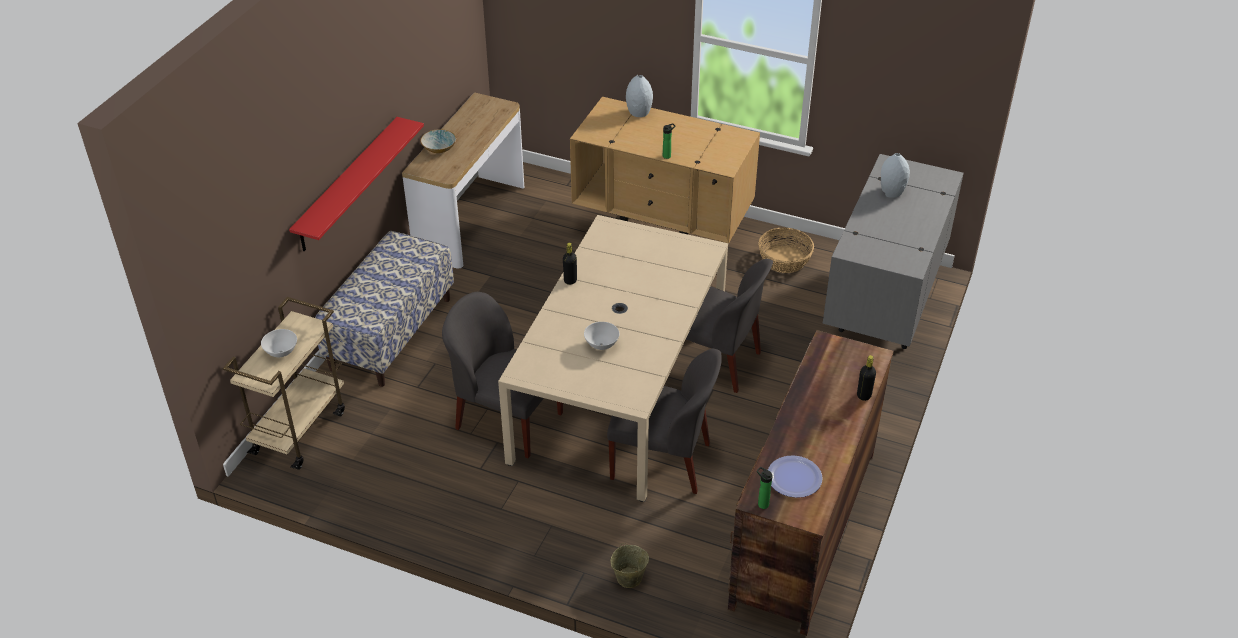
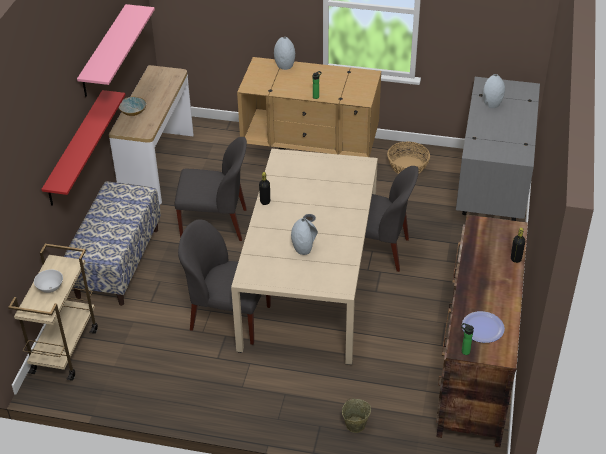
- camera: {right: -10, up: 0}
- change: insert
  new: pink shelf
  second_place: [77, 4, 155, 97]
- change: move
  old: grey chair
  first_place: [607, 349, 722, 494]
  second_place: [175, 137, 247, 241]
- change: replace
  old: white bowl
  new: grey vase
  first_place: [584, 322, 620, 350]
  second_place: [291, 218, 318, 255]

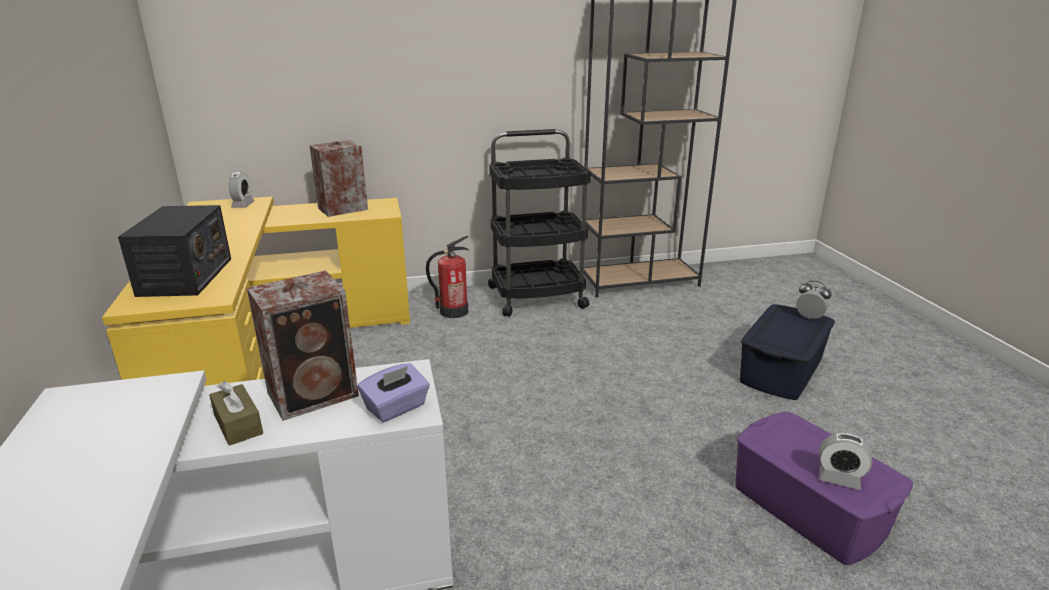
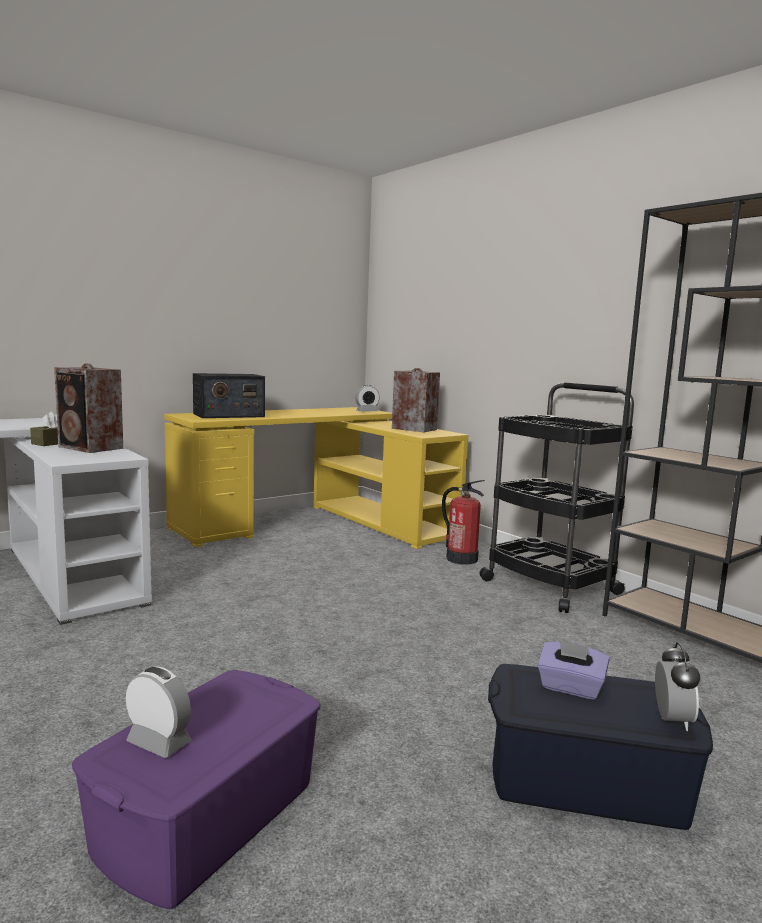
- camera: {right: 65, up: -15}
- change: rotate
  old: alarm clock
  first_place: [819, 433, 872, 490]
  second_place: [126, 666, 191, 758]
  degrees: 120
- change: move
  old: purple tissue box
  first_place: [358, 363, 430, 422]
  second_place: [538, 640, 609, 700]

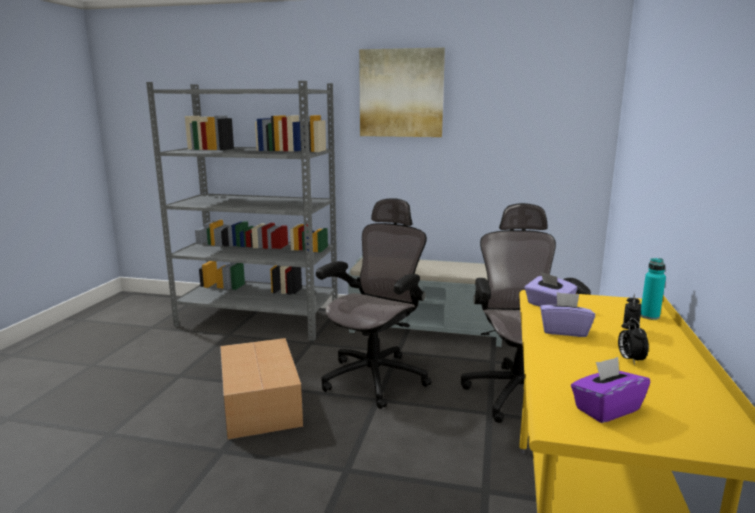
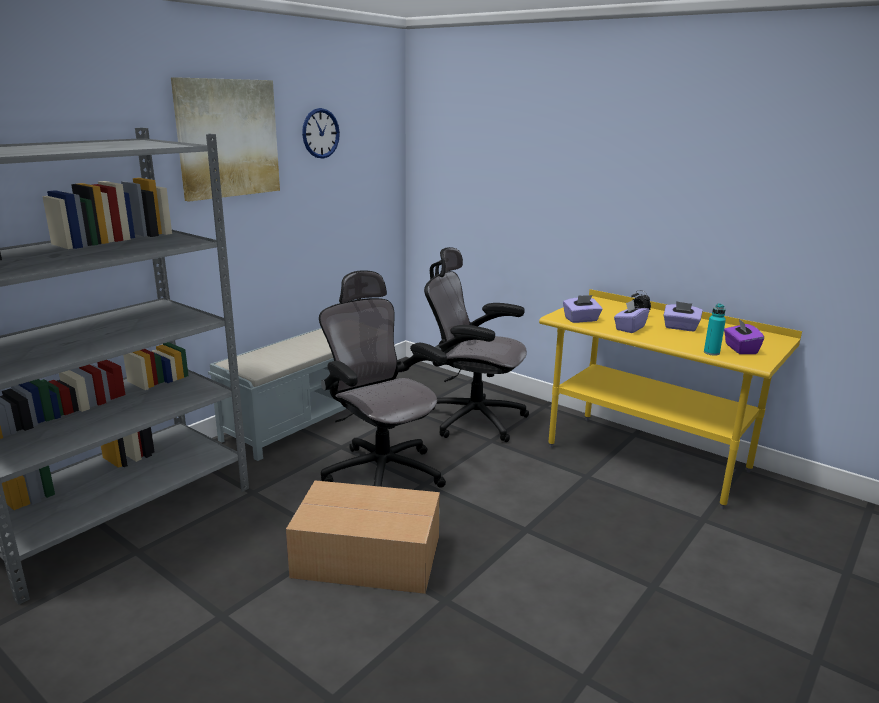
- camera: {right: -65, up: 5}
- change: insert
  new: wall clock
  second_place: [302, 108, 340, 159]
- change: replace
  old: alarm clock
  new: purple tissue box
  first_place: [618, 318, 649, 365]
  second_place: [663, 301, 703, 331]
- change: move
  old: turquoise bottle
  first_place: [641, 258, 666, 320]
  second_place: [704, 303, 726, 356]

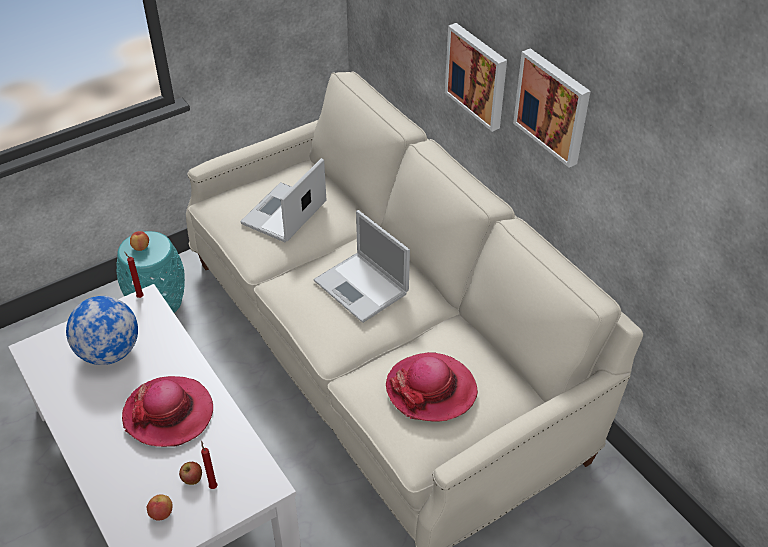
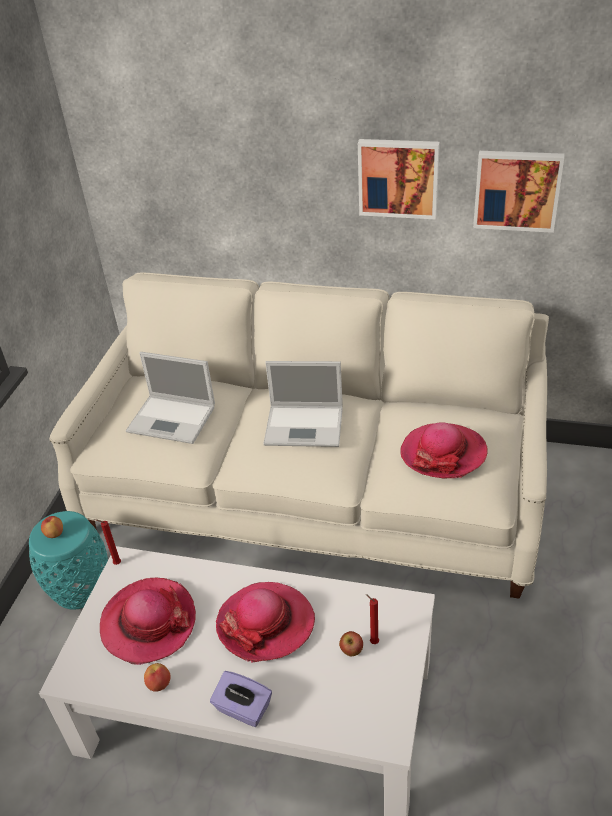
- camera: {right: -40, up: -5}
- change: replace
  old: globe
  new: hat
  first_place: [66, 296, 138, 365]
  second_place: [100, 578, 196, 665]
- change: rotate
  old: laptop
  first_place: [240, 158, 326, 242]
  second_place: [126, 352, 215, 444]
  degrees: -60
- change: move
  old: apple
  first_place: [147, 494, 173, 521]
  second_place: [144, 663, 171, 692]
- change: insert
  new: purple tissue box
  second_place: [210, 671, 272, 727]
- change: move
  old: picture
  first_place: [445, 23, 507, 132]
  second_place: [473, 151, 564, 233]

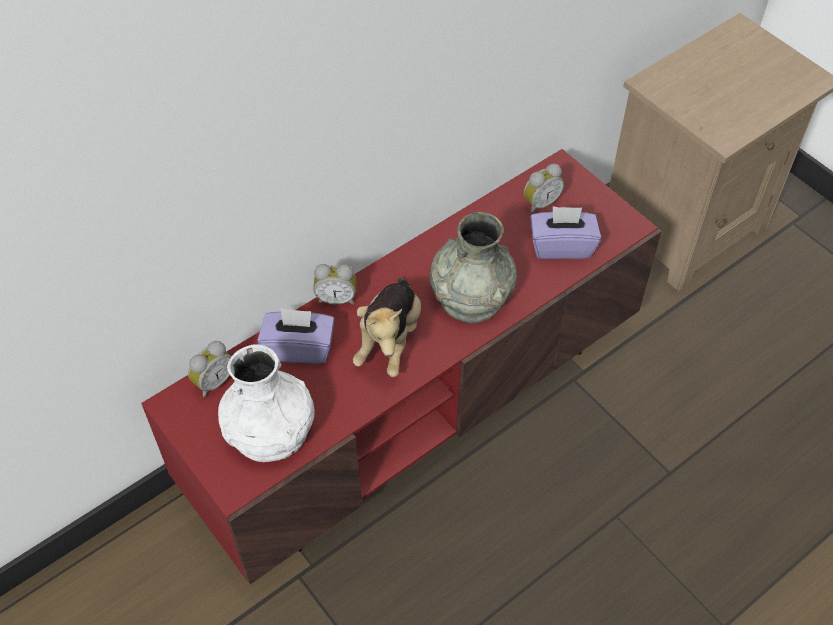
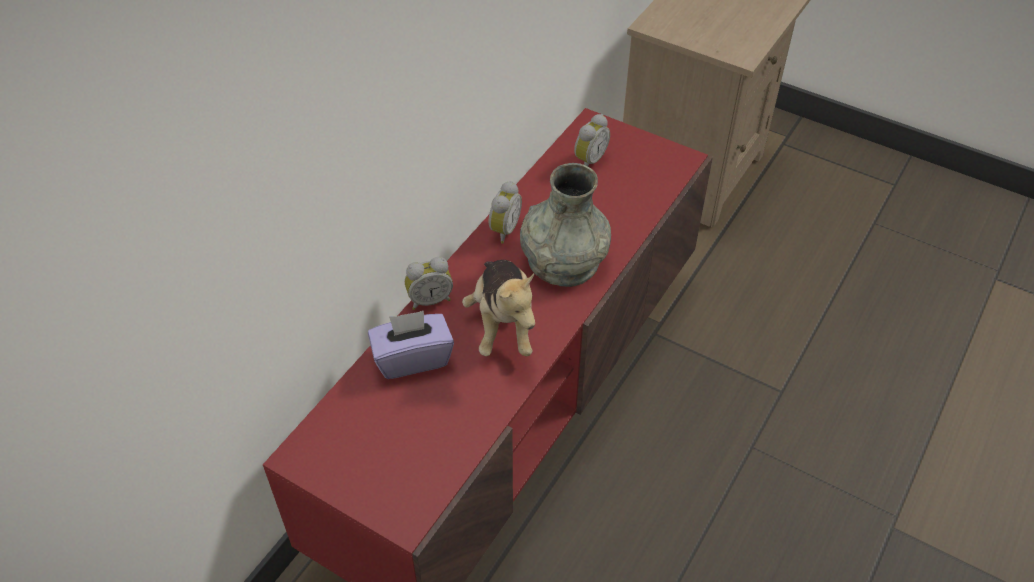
- camera: {right: -20, up: -5}
- change: move
  old: alarm clock
  first_place: [188, 341, 231, 398]
  second_place: [489, 181, 522, 244]
- change: delete
  old: white vase
  first_place: [218, 344, 315, 462]
- change: delete
  old: purple tissue box
  first_place: [530, 206, 601, 259]

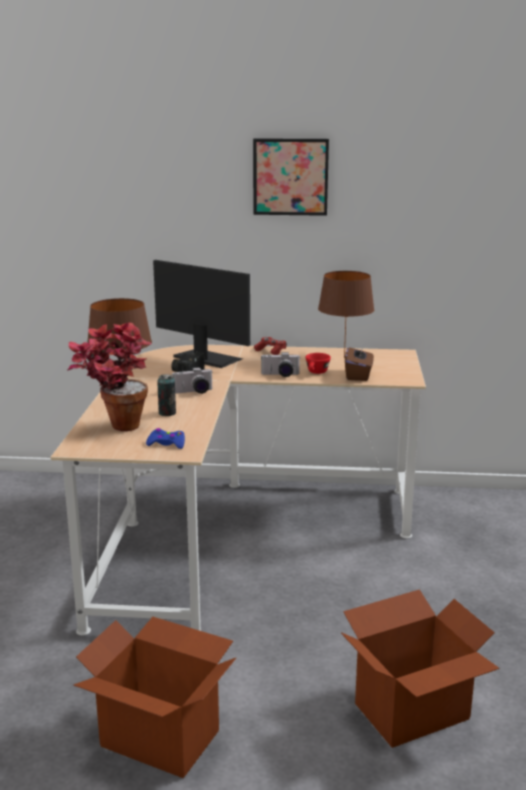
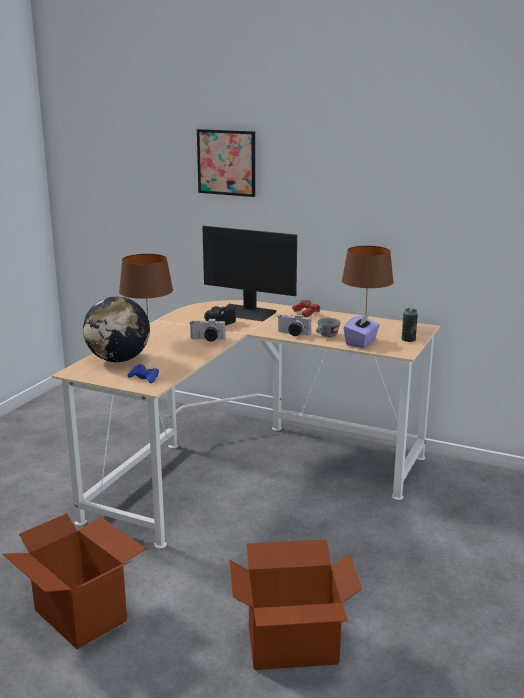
- camera: {right: 20, up: 0}
- change: replace
  old: potted plant
  new: globe
  first_place: [67, 323, 151, 431]
  second_place: [83, 296, 150, 362]
- change: move
  old: picture
  first_place: [253, 138, 329, 216]
  second_place: [197, 129, 255, 197]
- change: rotate
  old: monitor
  first_place: [153, 260, 250, 368]
  second_place: [202, 226, 297, 322]
  degrees: 150
- change: recolor
  old: red cup
  new: grey cup
  first_place: [305, 353, 331, 374]
  second_place: [316, 318, 340, 337]
- change: recolor
  old: brown tissue box
  new: purple tissue box
  first_place: [345, 343, 374, 381]
  second_place: [344, 313, 380, 348]
- change: move
  old: can
  first_place: [157, 374, 176, 416]
  second_place: [402, 308, 418, 342]

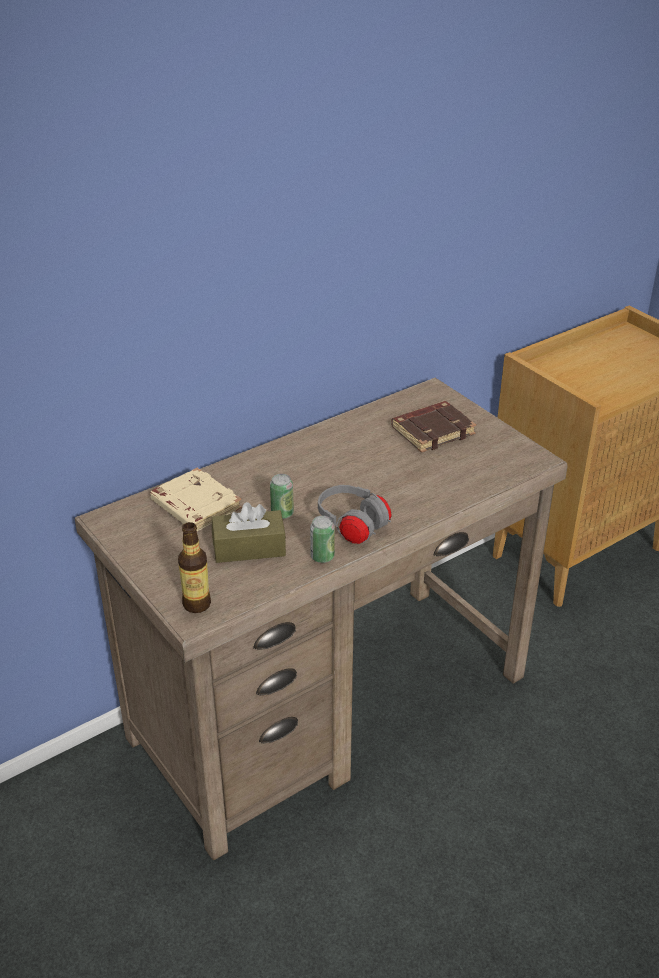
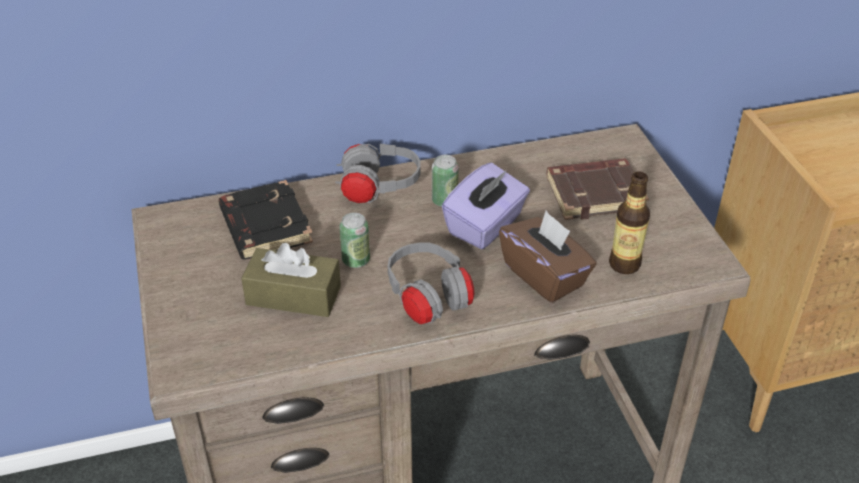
- camera: {right: 20, up: 5}
- change: recolor
  old: beige book
  new: black book
  first_place: [150, 468, 242, 531]
  second_place: [219, 180, 313, 260]
- change: insert
  new: grey headphones
  second_place: [335, 144, 421, 203]
- change: move
  old: can
  first_place: [310, 516, 335, 563]
  second_place: [432, 155, 459, 207]
- change: insert
  new: purple tissue box
  second_place: [442, 163, 530, 249]
- change: insert
  new: brown tissue box
  second_place: [499, 210, 597, 303]
- change: move
  old: bottle
  first_place: [178, 522, 211, 613]
  second_place: [609, 171, 650, 274]

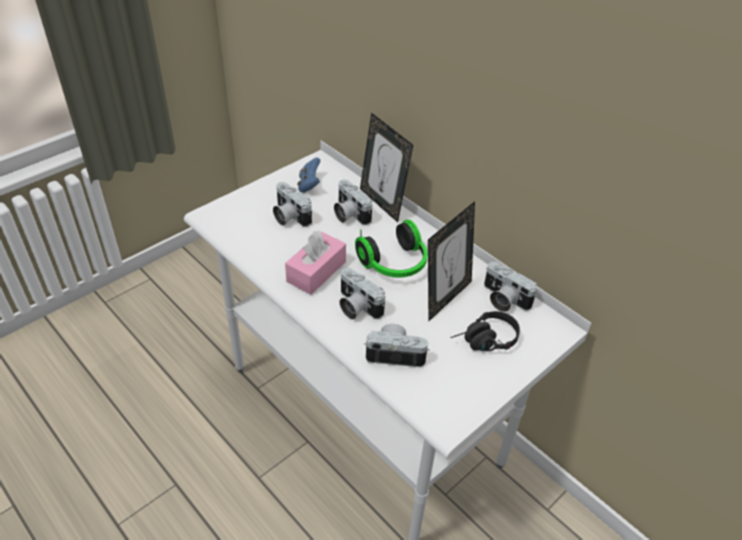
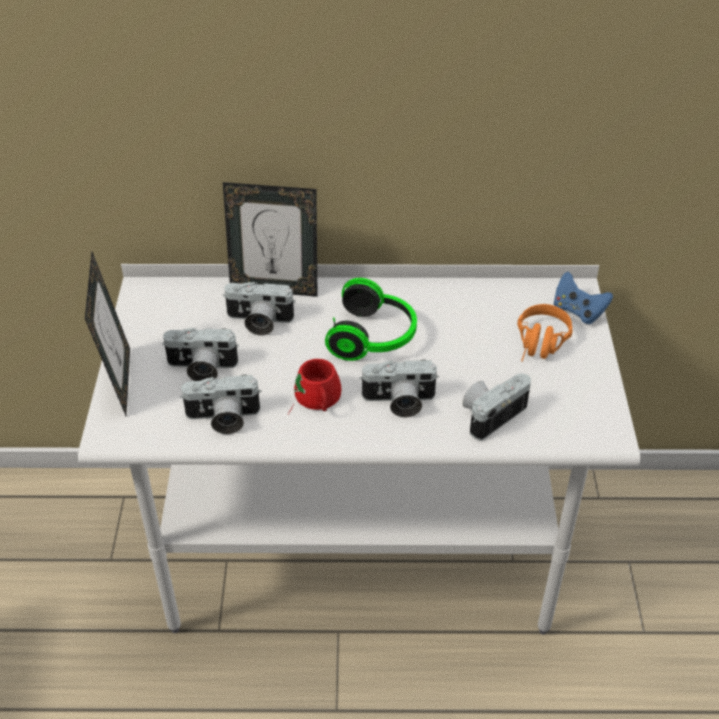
- camera: {right: -45, up: 0}
- change: move
  old: picture frame
  first_place: [428, 201, 475, 322]
  second_place: [85, 252, 130, 416]
- change: move
  old: photo camera
  first_place: [484, 262, 538, 312]
  second_place: [180, 375, 261, 434]
- change: replace
  old: pink tissue box
  new: red mug
  first_place: [285, 231, 346, 295]
  second_place: [288, 359, 341, 415]
- change: recolor
  old: black headphones
  new: orange headphones
  first_place: [450, 311, 520, 351]
  second_place: [517, 304, 573, 362]
- change: move
  old: blue game controller
  first_place: [297, 157, 320, 193]
  second_place: [553, 272, 613, 324]

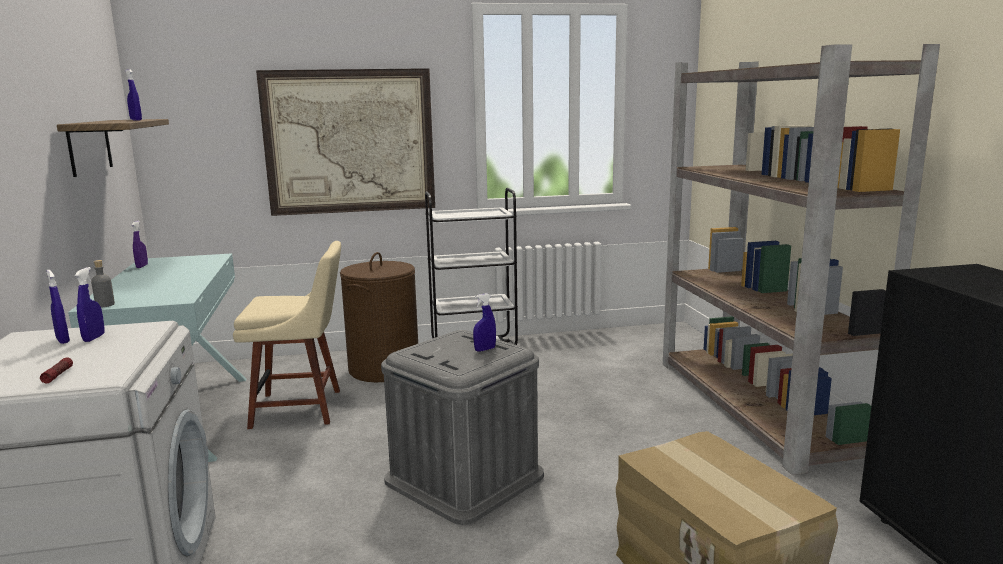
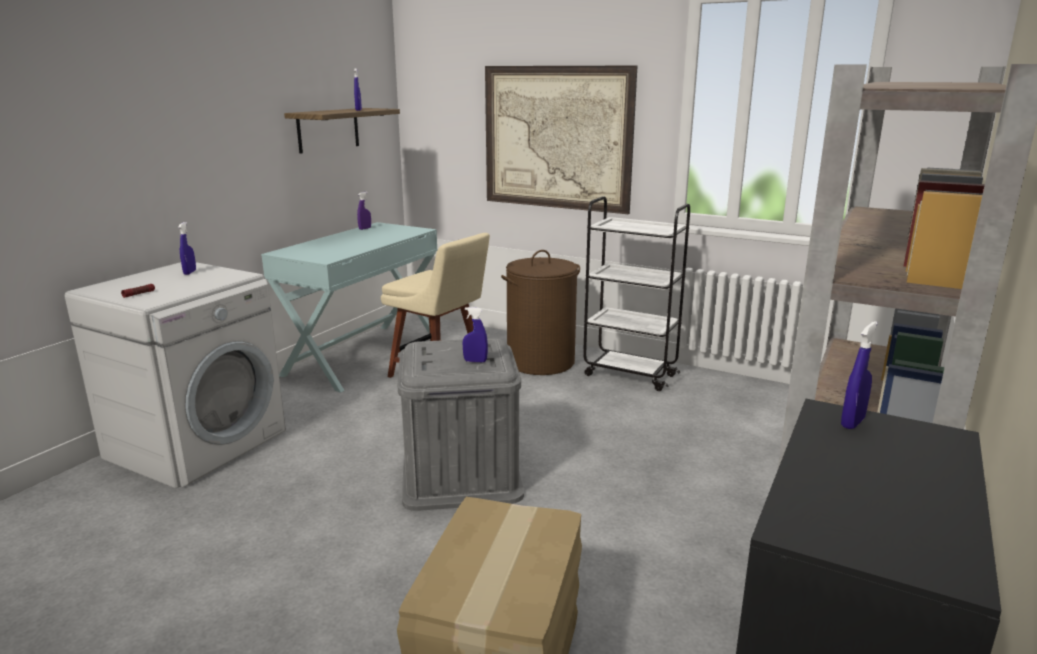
- camera: {right: 40, up: 5}
- change: move
  old: blue spray bottle
  first_place: [75, 267, 104, 342]
  second_place: [841, 321, 878, 429]
- change: delete
  old: grey bottle
  first_place: [91, 260, 115, 308]

